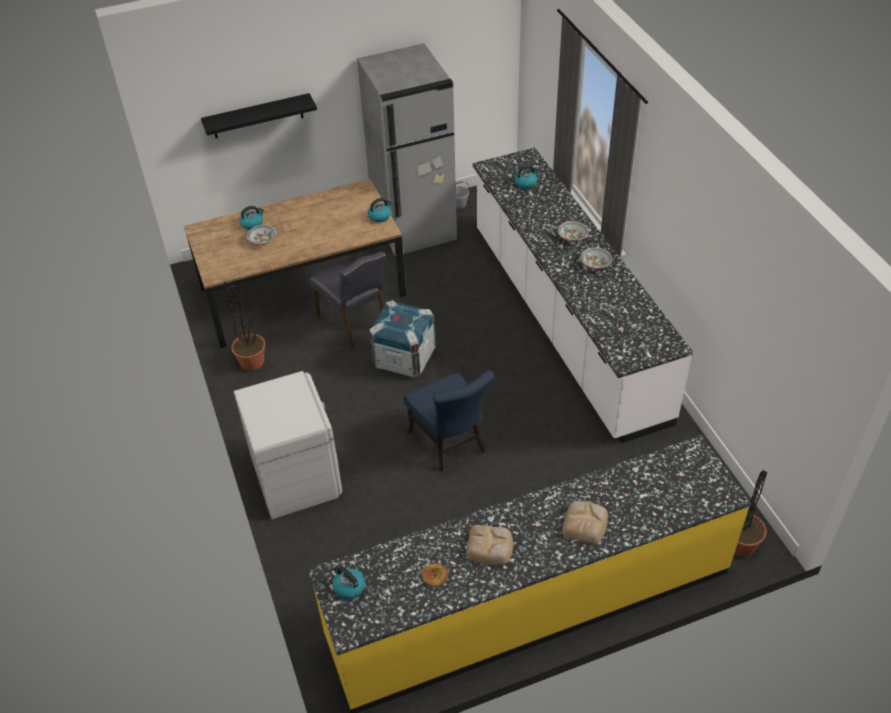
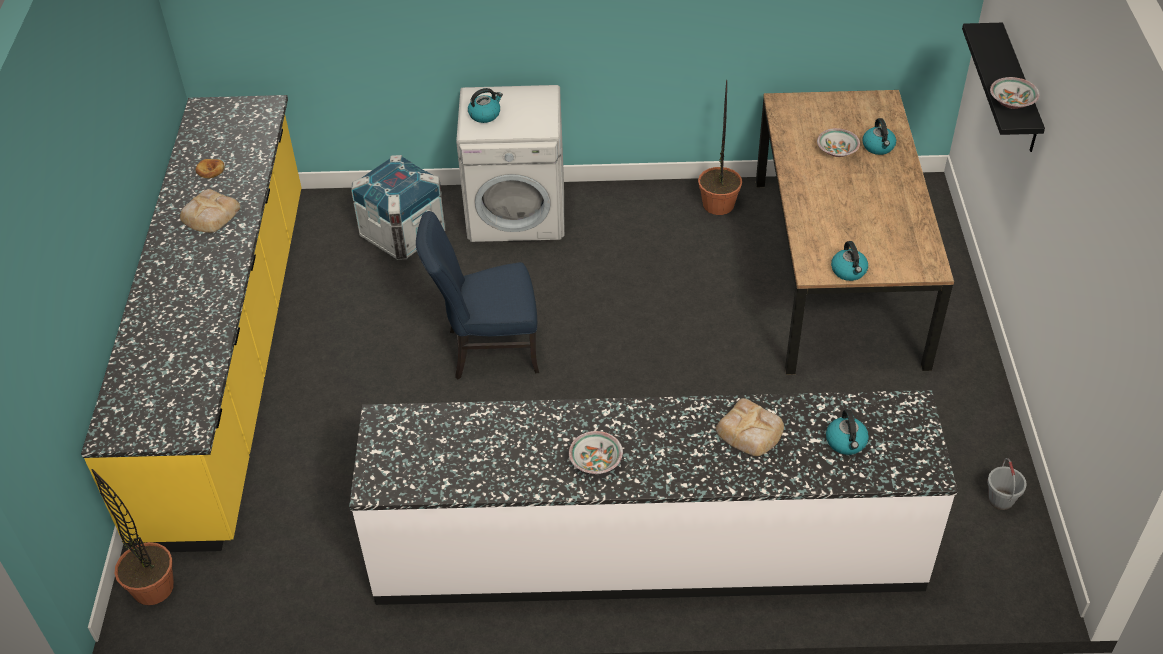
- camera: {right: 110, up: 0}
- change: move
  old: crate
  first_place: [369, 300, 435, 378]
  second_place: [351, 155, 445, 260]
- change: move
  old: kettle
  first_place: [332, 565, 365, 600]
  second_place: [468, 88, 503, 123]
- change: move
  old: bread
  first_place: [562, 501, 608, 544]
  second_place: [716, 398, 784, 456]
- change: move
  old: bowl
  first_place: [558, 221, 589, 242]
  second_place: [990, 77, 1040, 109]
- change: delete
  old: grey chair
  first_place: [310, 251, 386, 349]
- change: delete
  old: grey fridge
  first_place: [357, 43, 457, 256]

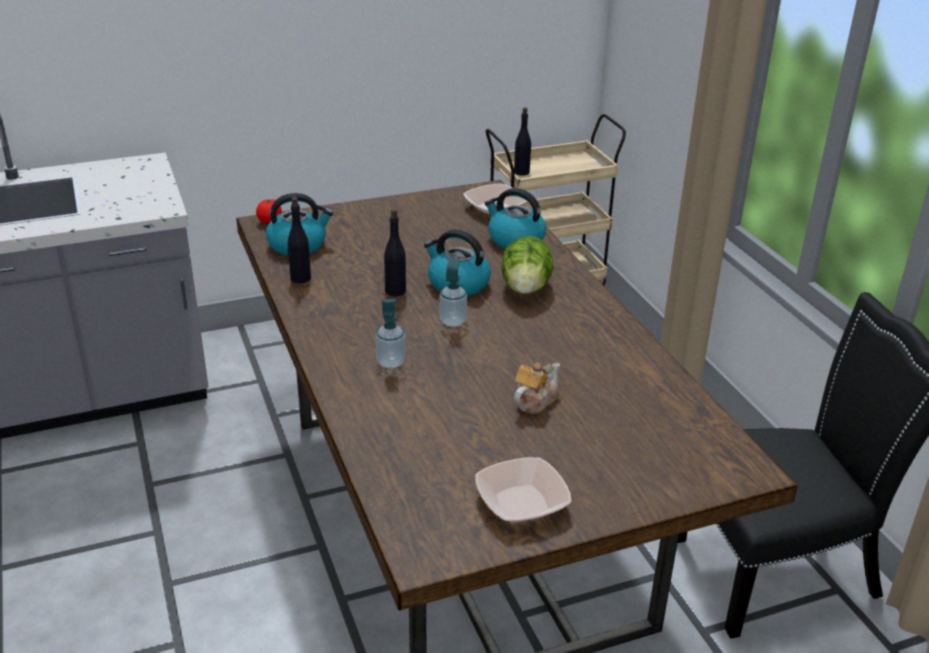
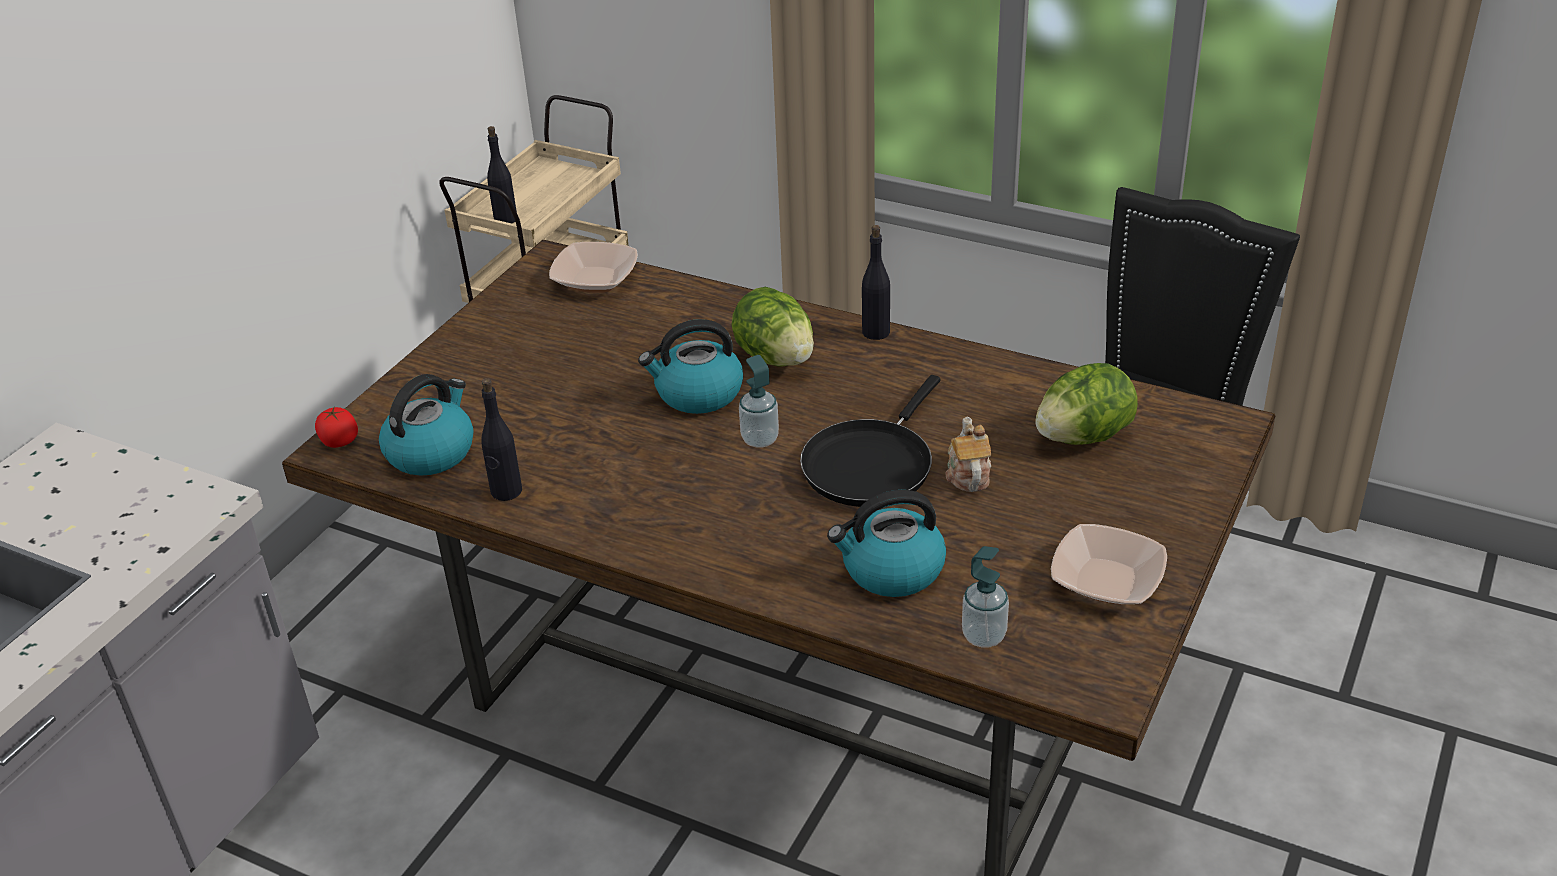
- camera: {right: -40, up: 5}
- change: insert
  new: black frying pan
  second_place: [800, 375, 940, 507]
- change: move
  old: kettle
  first_place: [485, 188, 546, 249]
  second_place: [827, 490, 946, 597]
- change: move
  old: black bottle
  first_place: [384, 209, 406, 296]
  second_place: [862, 225, 890, 340]
- change: move
  old: soap dispenser
  first_place: [376, 299, 405, 368]
  second_place: [962, 546, 1009, 647]
- change: insert
  new: lettuce
  second_place: [1035, 363, 1138, 445]

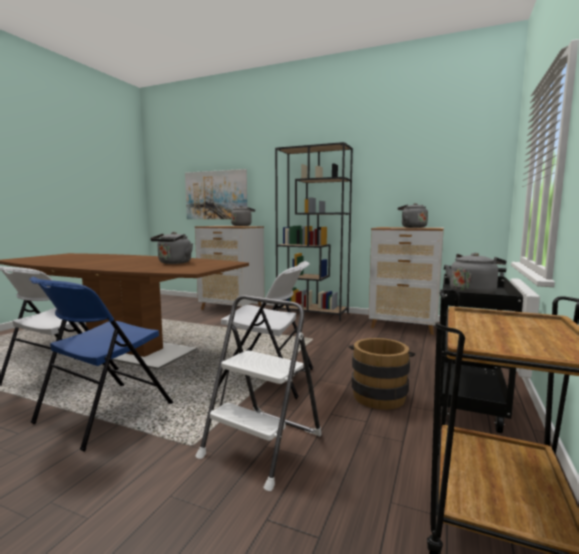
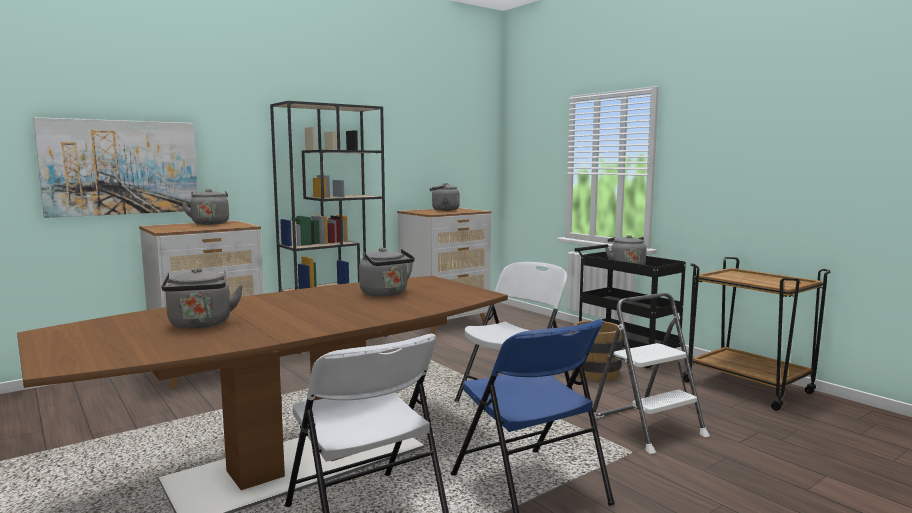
- camera: {right: -60, up: 0}
- change: insert
  new: grey kettle
  second_place: [162, 268, 243, 329]

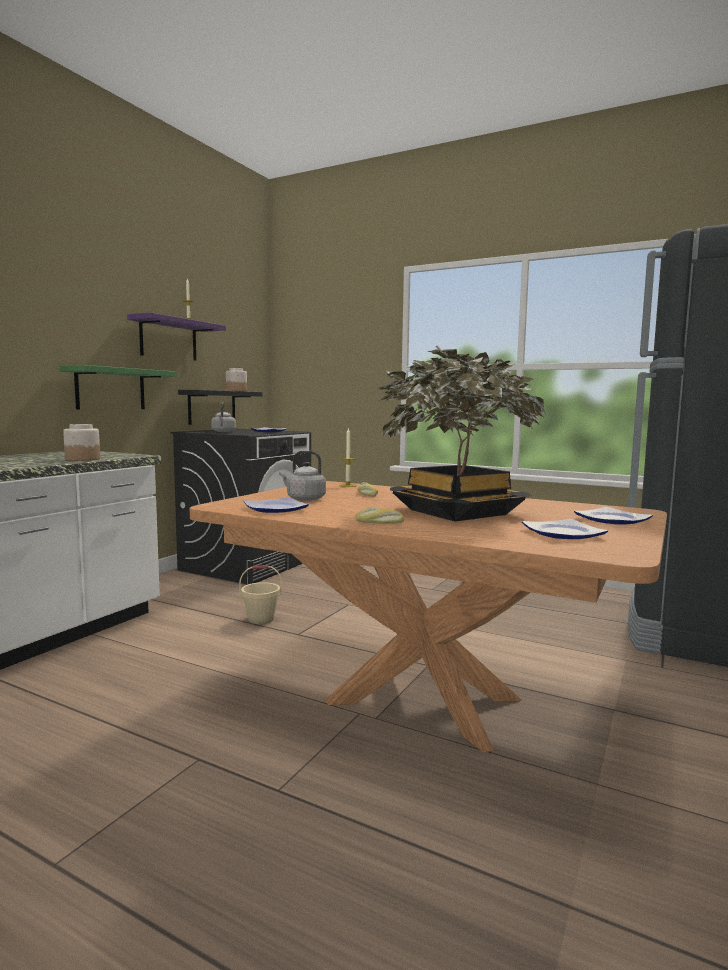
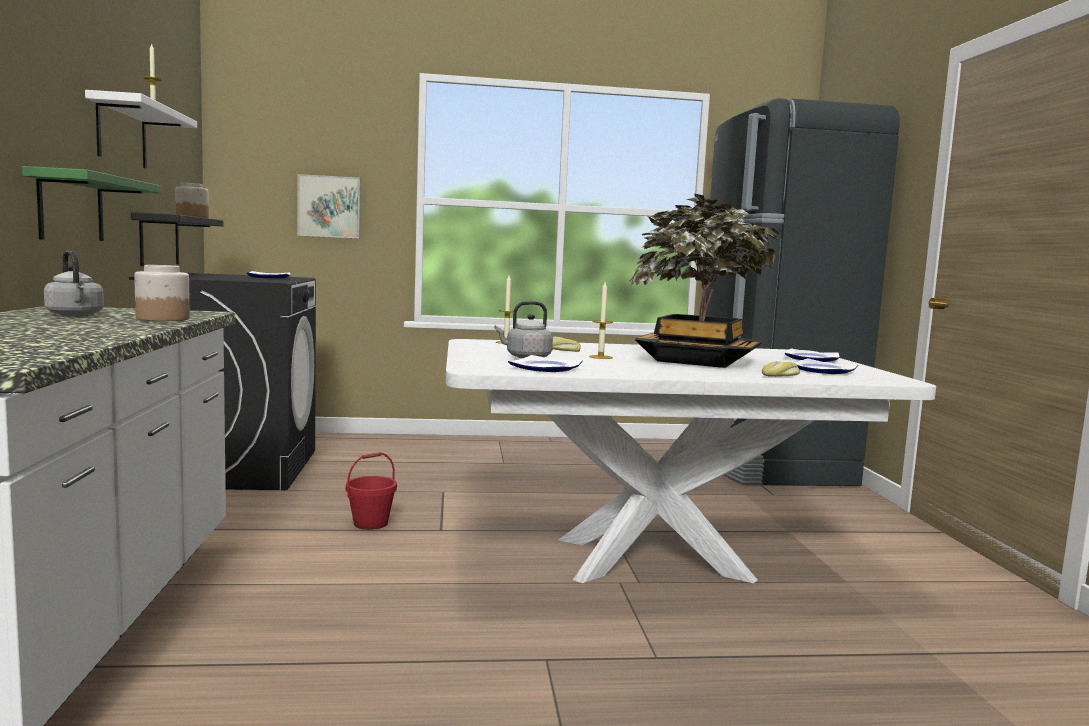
- camera: {right: -35, up: 0}
- change: move
  old: grey kettle
  first_place: [211, 402, 236, 432]
  second_place: [44, 251, 104, 316]
- change: recolor
  old: purple shelf
  new: white shelf
  first_place: [127, 312, 226, 361]
  second_place: [85, 90, 197, 169]
- change: insert
  new: picture
  second_place: [297, 174, 361, 239]
- change: recolor
  old: beige bucket
  new: red bucket
  first_place: [239, 565, 282, 624]
  second_place: [346, 452, 397, 530]
- change: recolor
  old: brown dining table
  new: white dining table
  first_place: [190, 481, 667, 752]
  second_place: [446, 339, 936, 583]
- change: insert
  new: candle
  second_place: [589, 282, 613, 359]
- change: move
  old: bread
  first_place: [355, 508, 404, 524]
  second_place: [762, 361, 800, 377]

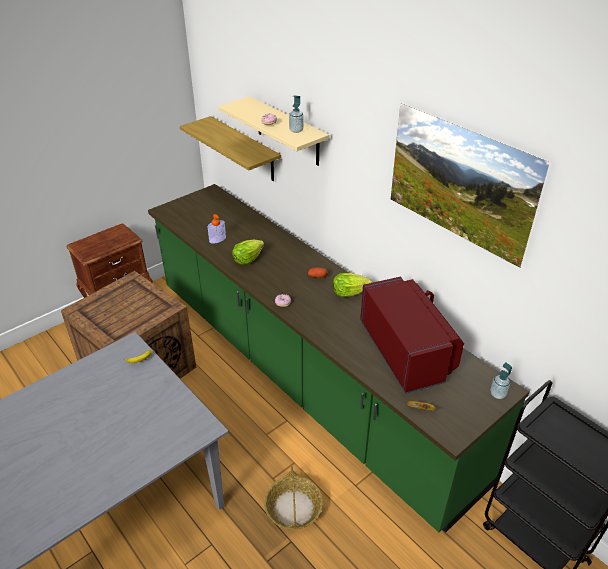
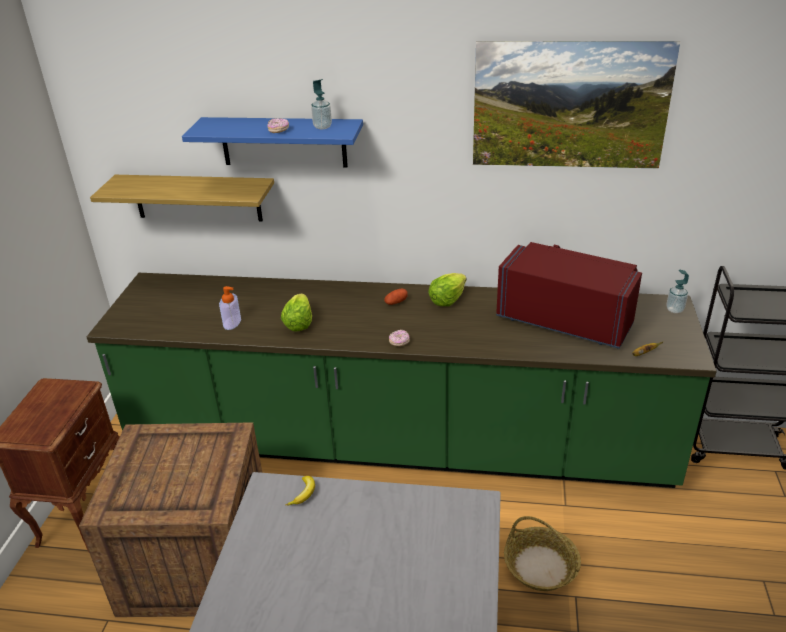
- camera: {right: -40, up: -5}
- change: recolor
  old: beige shelf
  new: blue shelf
  first_place: [218, 96, 330, 166]
  second_place: [182, 117, 363, 167]

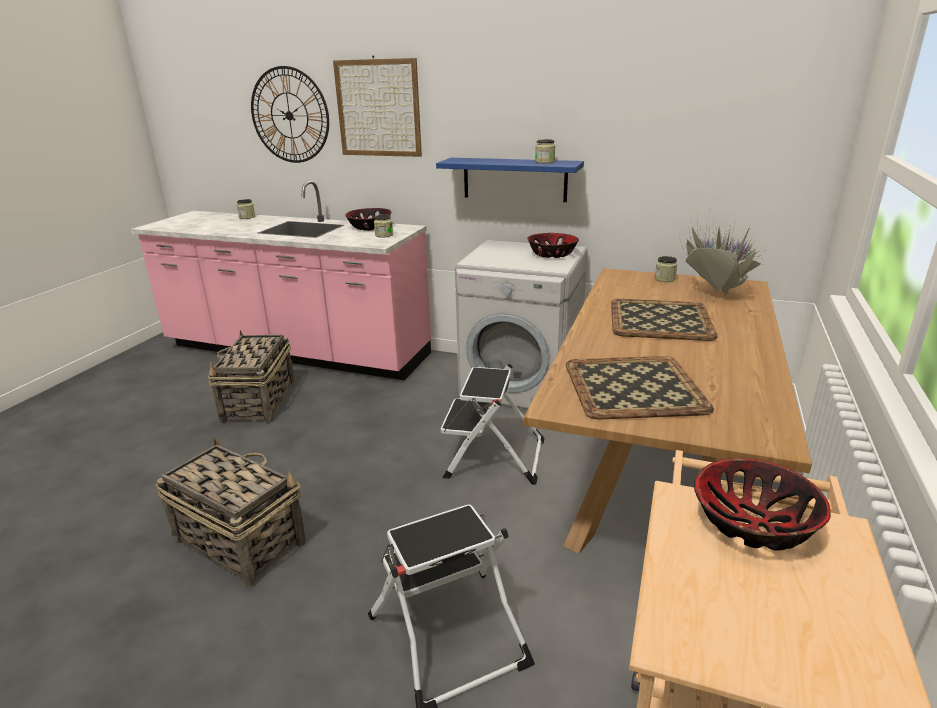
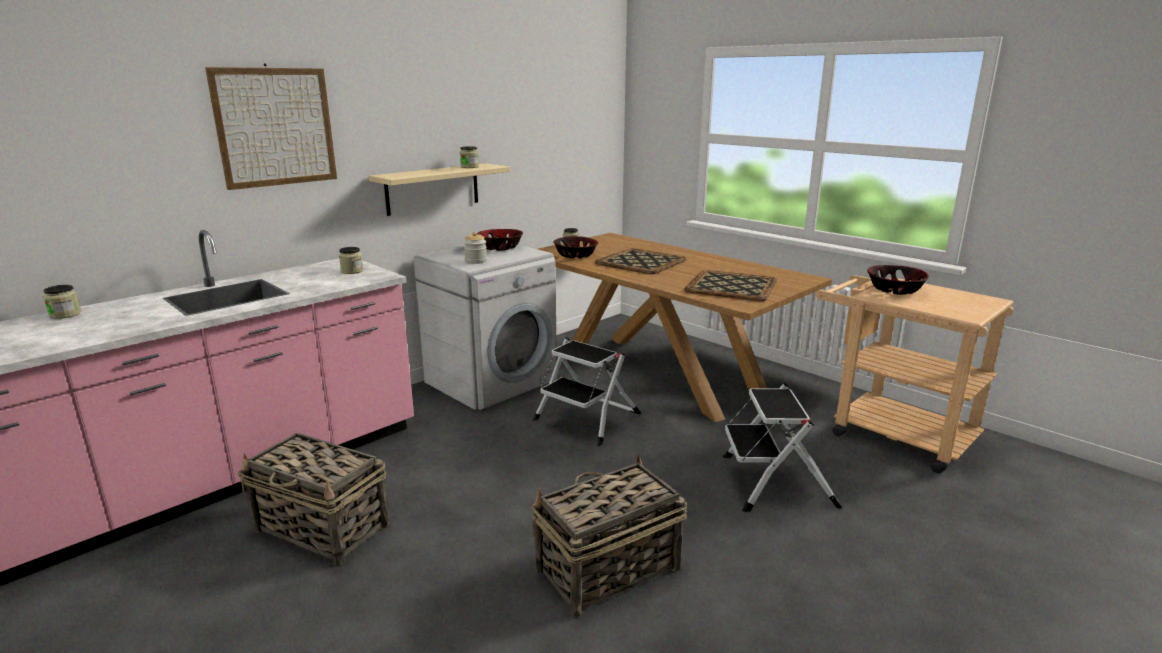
- camera: {right: -65, up: -5}
- change: recolor
  old: blue shelf
  new: beige shelf
  first_place: [436, 158, 584, 202]
  second_place: [369, 163, 510, 216]
- change: insert
  new: jar
  second_place: [464, 232, 487, 264]
- change: move
  old: bowl
  first_place: [345, 208, 392, 231]
  second_place: [553, 236, 598, 258]
- change: delete
  old: wall clock
  first_place: [251, 66, 329, 163]
- change: delete
  old: potted plant
  first_place: [679, 210, 777, 295]

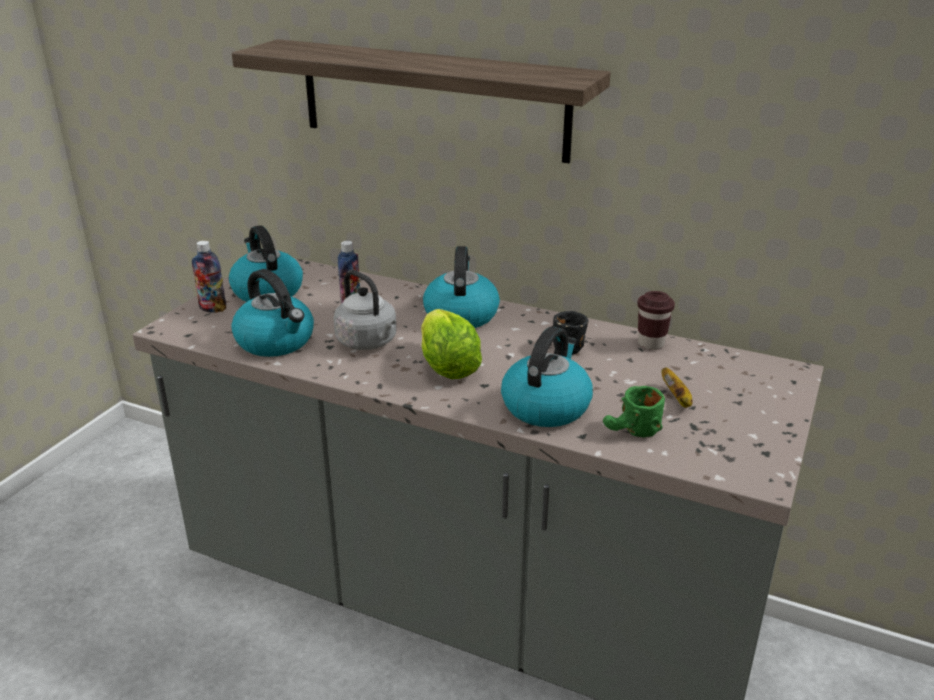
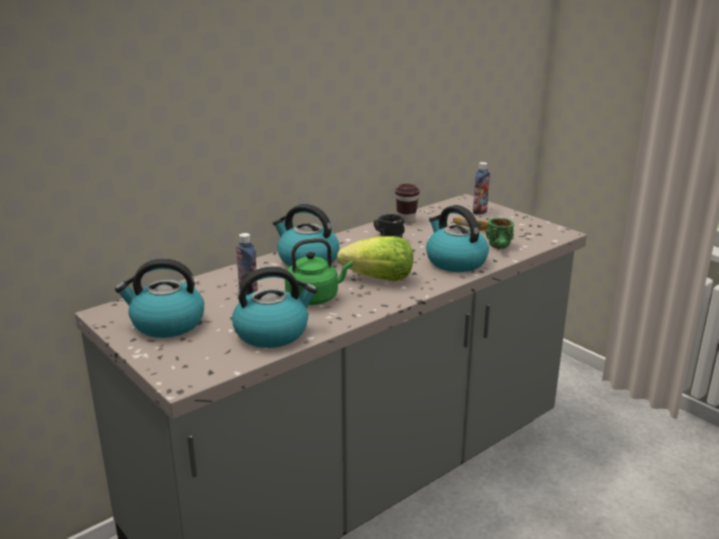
- camera: {right: -65, up: -5}
- change: recolor
  old: grey kettle
  new: green kettle
  first_place: [334, 270, 396, 350]
  second_place: [285, 238, 353, 305]
- change: move
  old: bottle
  first_place: [192, 240, 226, 313]
  second_place: [473, 162, 490, 215]
- change: delete
  old: shelf
  first_place: [232, 39, 611, 163]

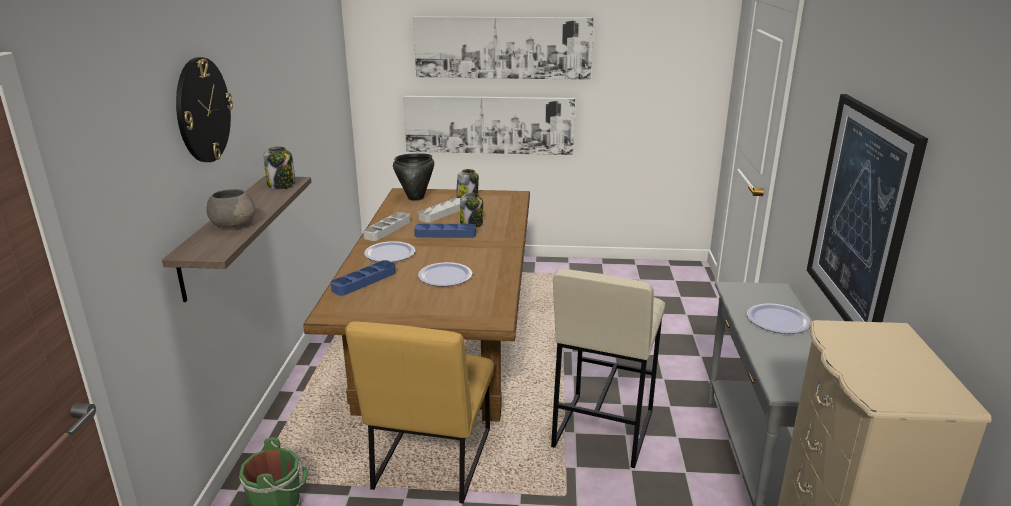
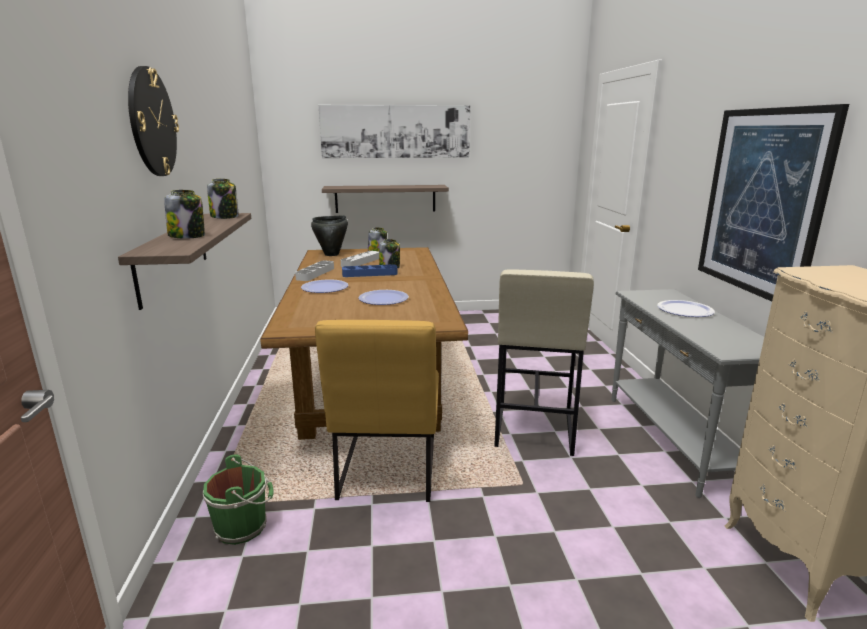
- camera: {right: -10, up: -5}
- change: replace
  old: grey bowl
  new: jar
  first_place: [206, 189, 255, 228]
  second_place: [164, 190, 205, 239]
- change: replace
  old: picture
  new: shelf
  first_place: [403, 96, 575, 155]
  second_place: [322, 185, 449, 213]
- change: delete
  old: blue tray
  first_place: [331, 260, 396, 296]

